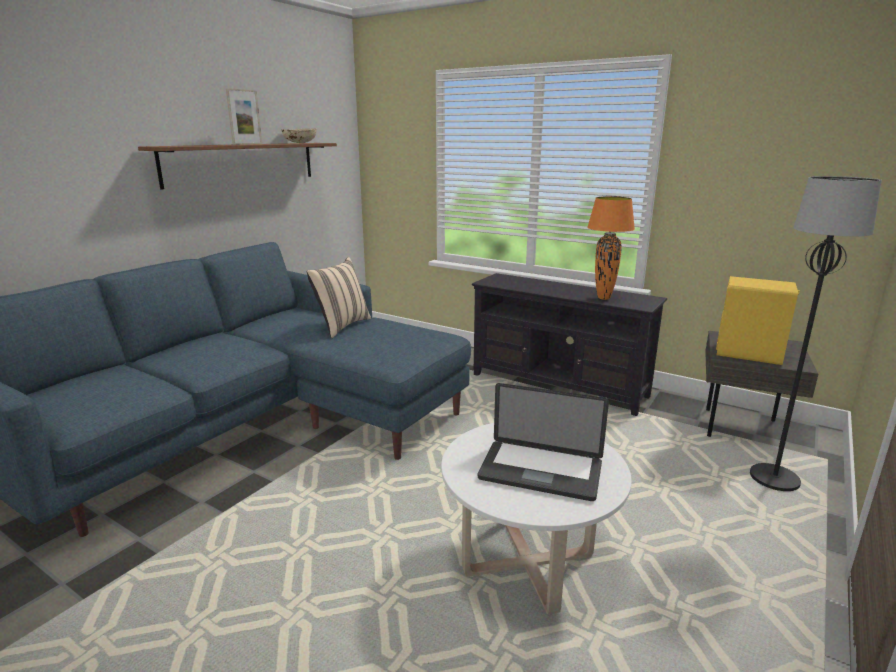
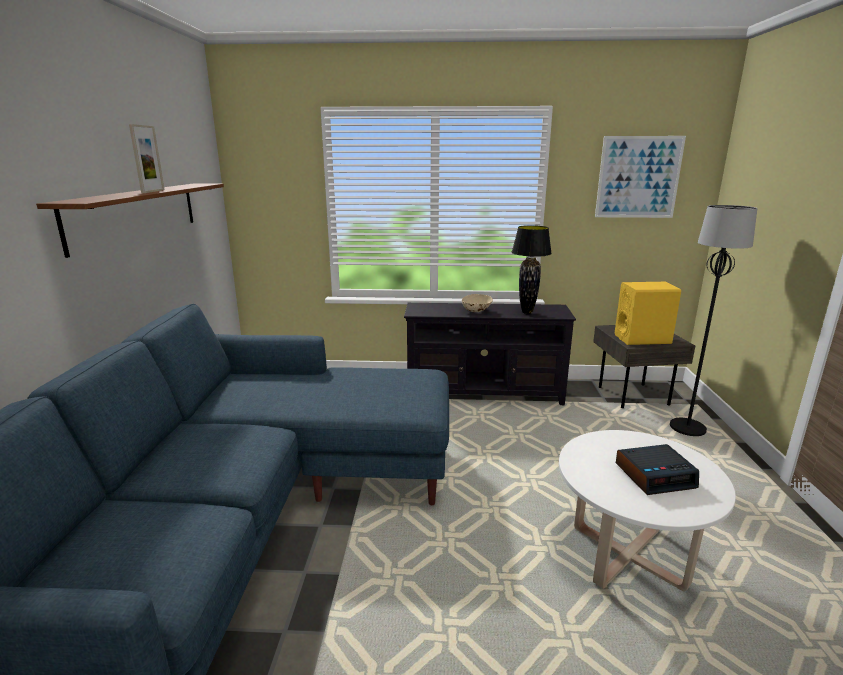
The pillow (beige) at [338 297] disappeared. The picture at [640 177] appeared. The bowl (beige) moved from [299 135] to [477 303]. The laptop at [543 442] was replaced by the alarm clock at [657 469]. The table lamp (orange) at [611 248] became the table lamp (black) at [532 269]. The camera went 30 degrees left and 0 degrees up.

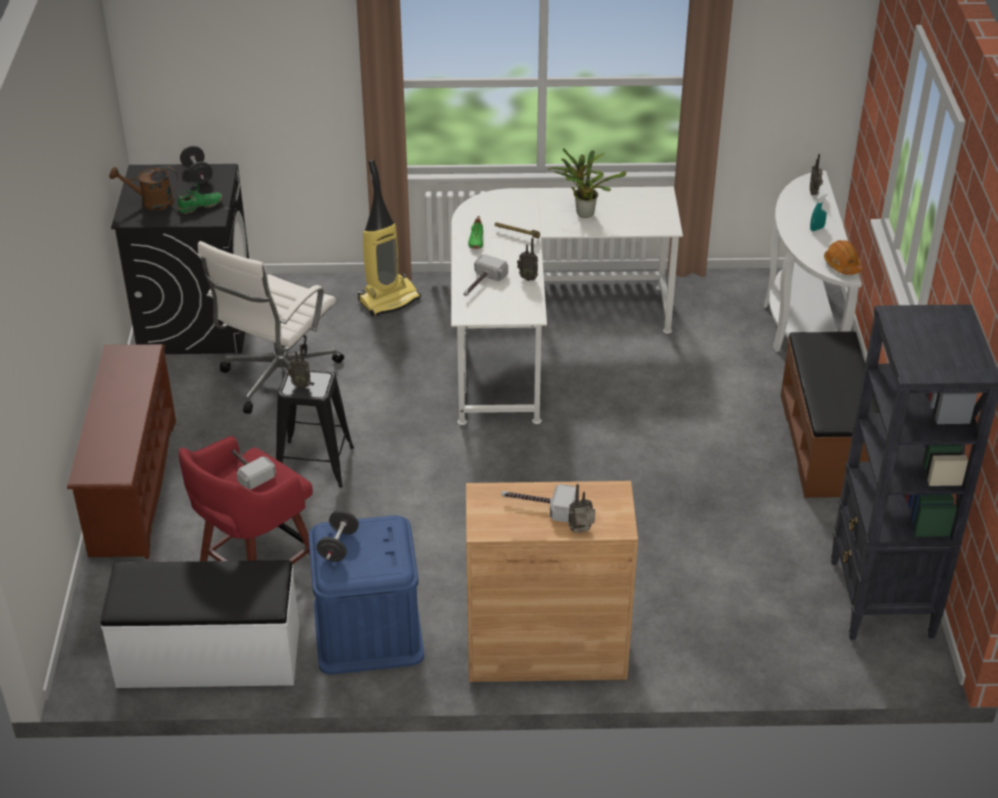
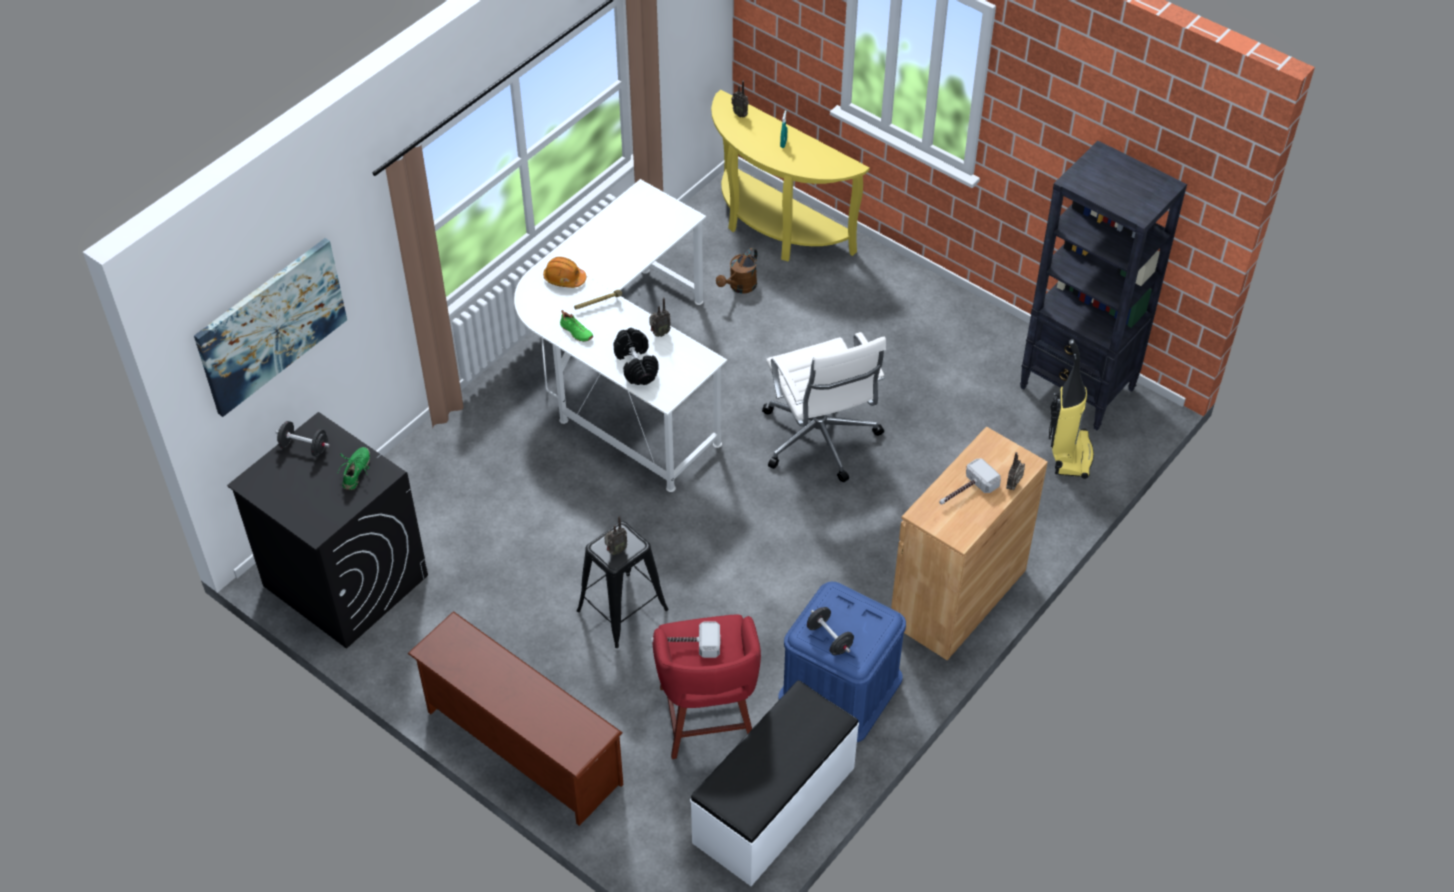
The potted plant at [587 183] disappeared. The bench (brown) at [830 414] disappeared. The picture at [270 327] appeared. The watering can (brown) moved from [143 188] to [736 271]. The office chair (white) moved from [271 327] to [824 407]. The vacuum cleaner moved from [389 238] to [1071 409]. The hard hat (orange) moved from [843 257] to [564 272]. The hammer at [485 275] was replaced by the dumbbell (black) at [636 356]. The console table (white) at [812 261] became the console table (yellow) at [790 176]. The camera went 50 degrees left and 10 degrees up.

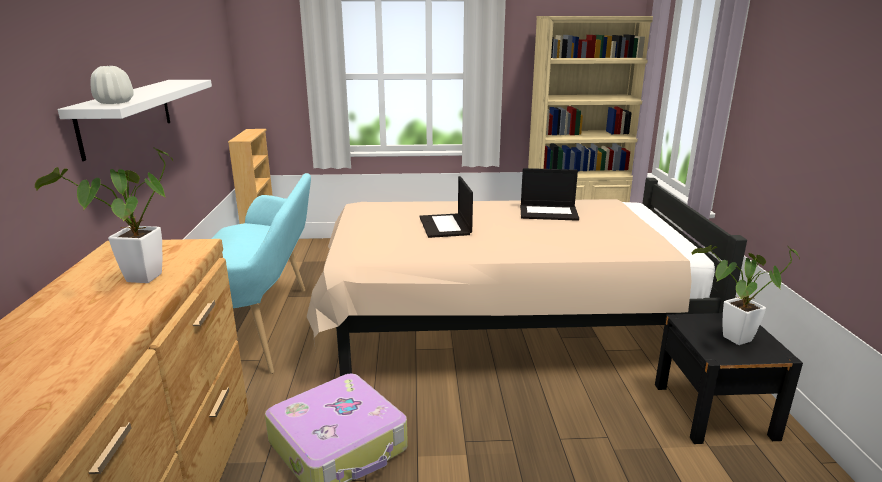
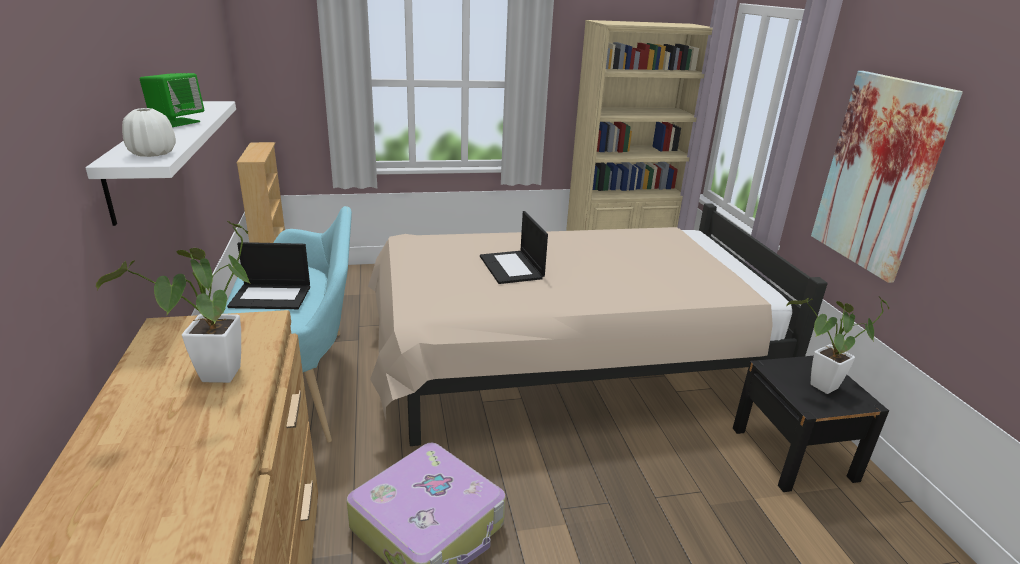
The speaker (green) at [172 100] appeared. The picture at [887 177] appeared. The laptop moved from [549 194] to [268 275]. The camera went 10 degrees left and 5 degrees up.

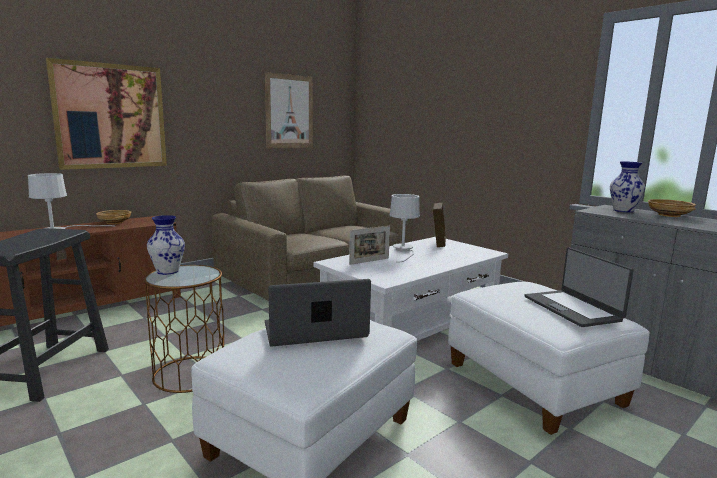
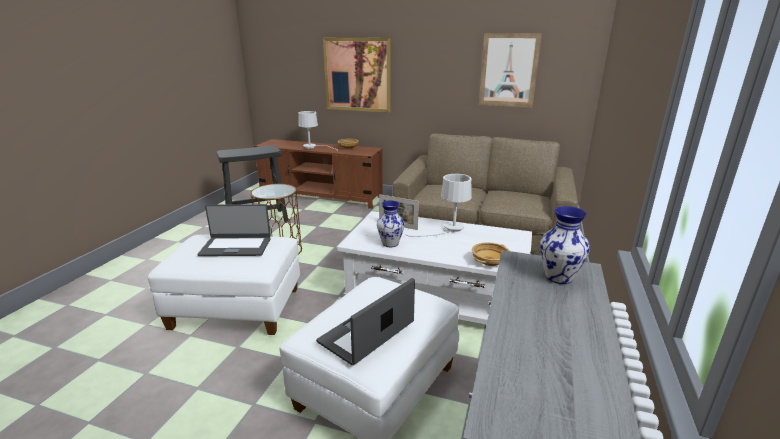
The picture frame at [439 225] disappeared. The vase moved from [166 245] to [391 224]. The bowl (beige) moved from [672 208] to [491 254]. The laptop at [318 313] turned 135 degrees clockwise. The camera went 60 degrees right and 10 degrees up.

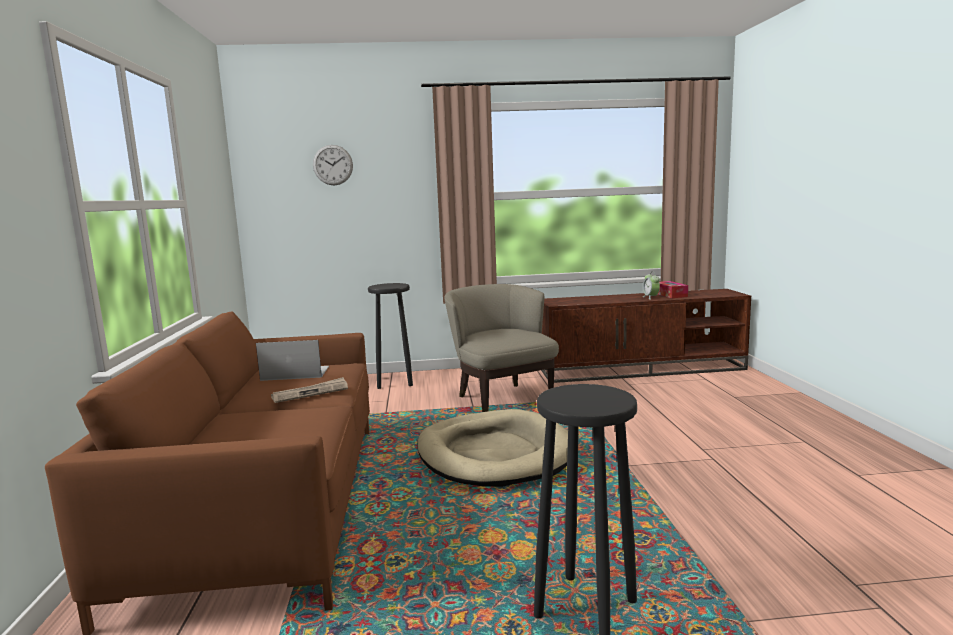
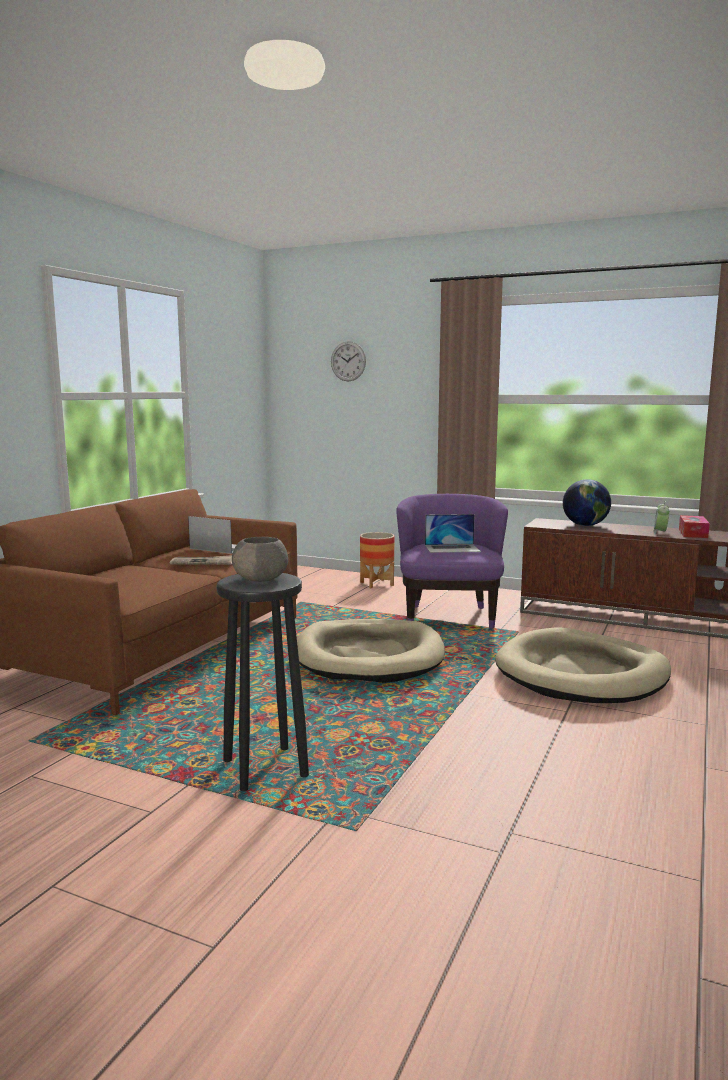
The bowl (grey) at [260 559] appeared. The laptop at [453 533] appeared. The dog bed (beige) at [583 665] appeared. The globe at [587 502] appeared. The stool (black) at [390 336] was replaced by the planter at [377 560]. The armchair (beige) at [501 348] became the armchair (purple) at [452 561]. The camera went 30 degrees right and 0 degrees up.

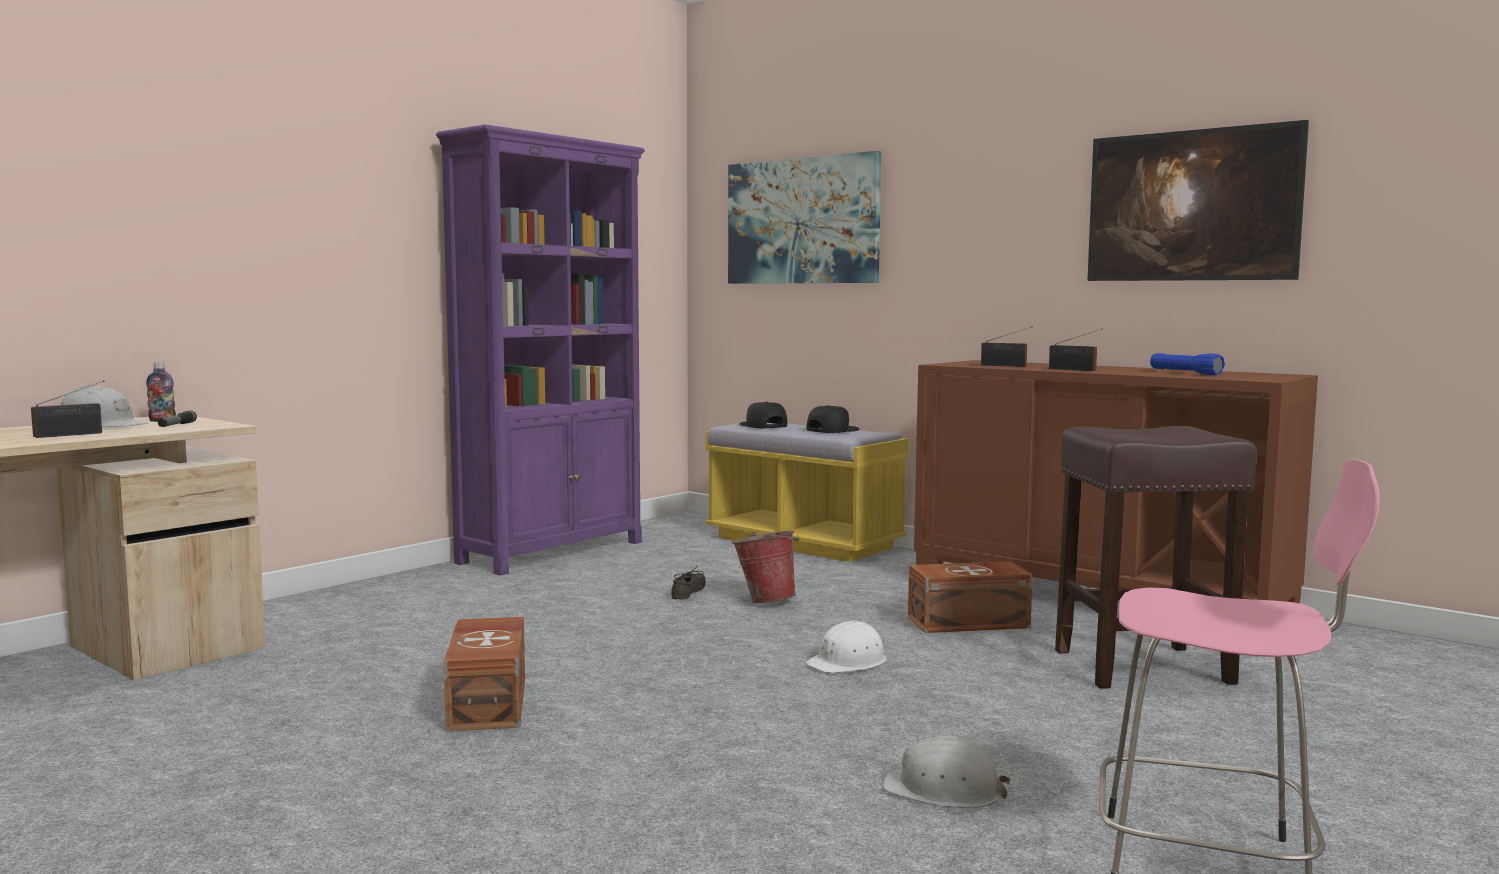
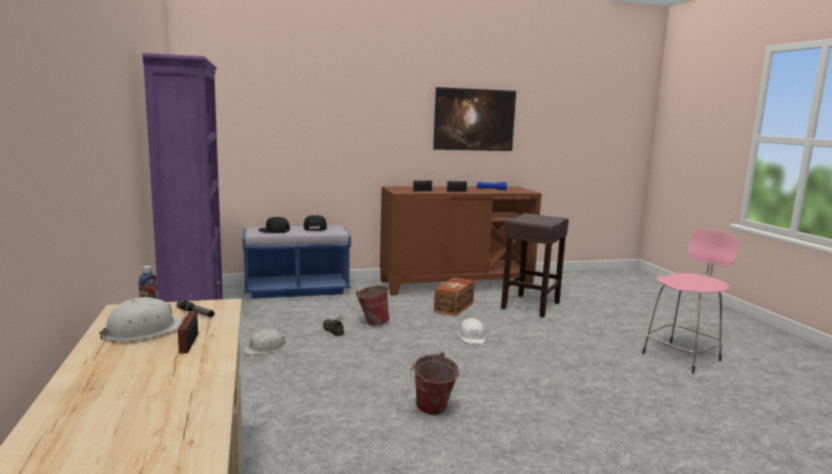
The picture at [804 217] disappeared. The hard hat (white) moved from [946 772] to [263 341]. The storage box (brown) at [484 674] was replaced by the bucket at [434 384]. The bench (yellow) at [807 492] became the bench (blue) at [297 262]. The camera went 55 degrees left and 5 degrees up.

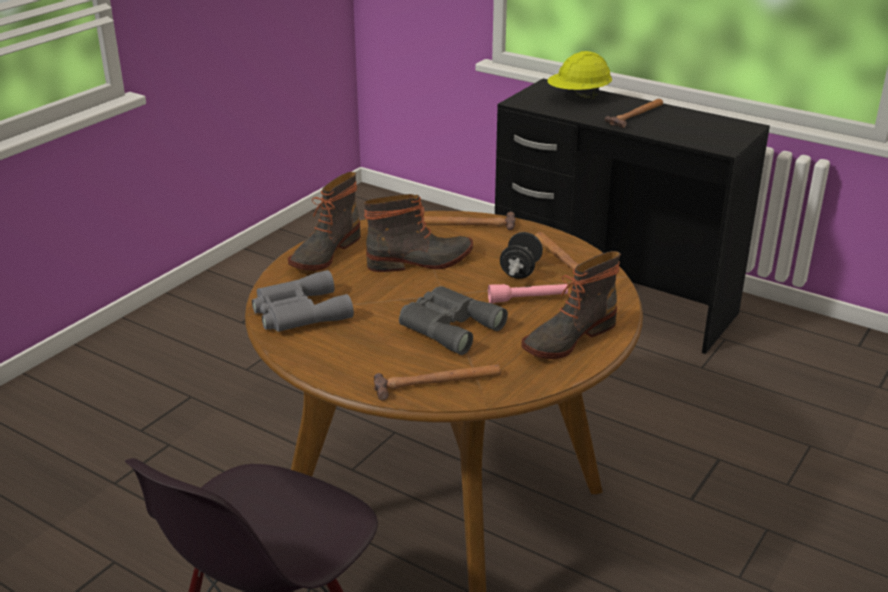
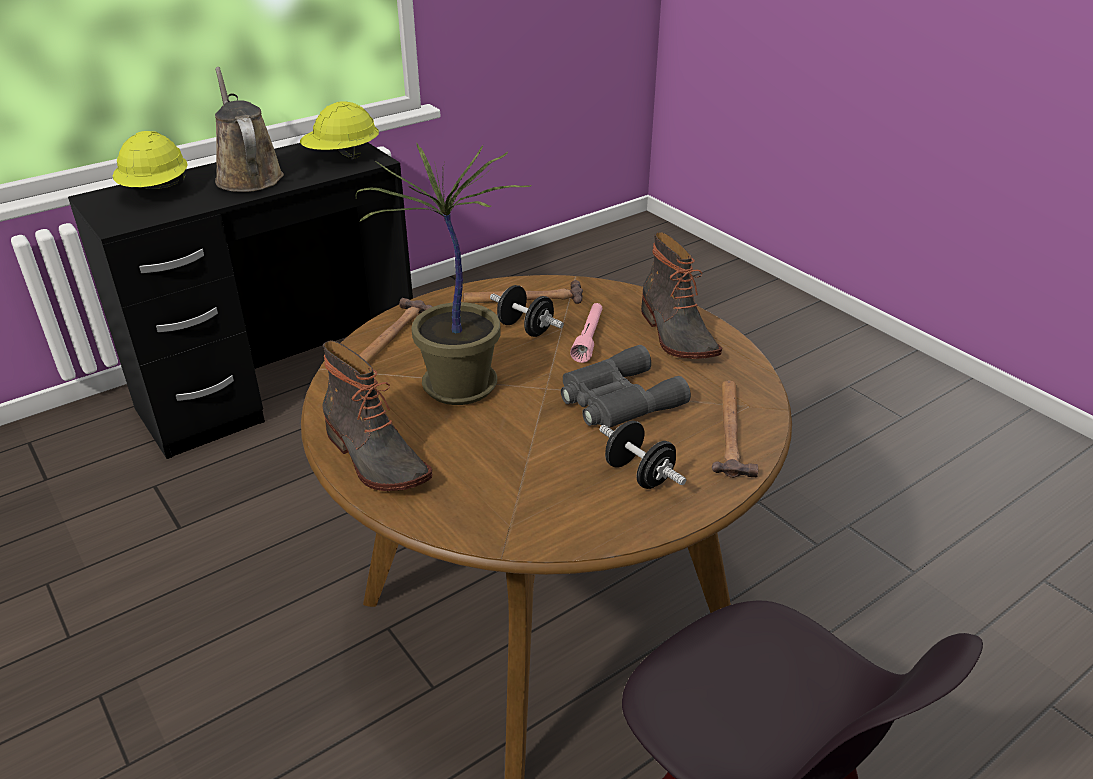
The binoculars (grey) at [303 301] disappeared. The hard hat (yellow) at [339 130] appeared. The dumbbell (black) at [642 455] appeared. The boot at [418 233] was replaced by the potted plant at [443 273]. The hammer at [634 113] was replaced by the watering can (brown) at [249 129]. The camera went 70 degrees left and 5 degrees up.

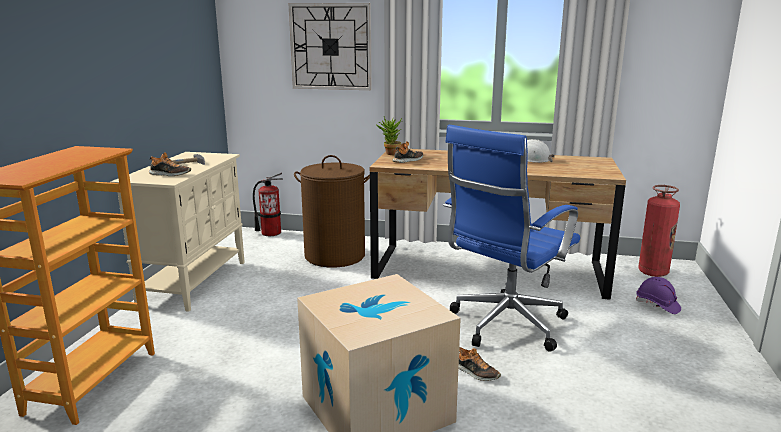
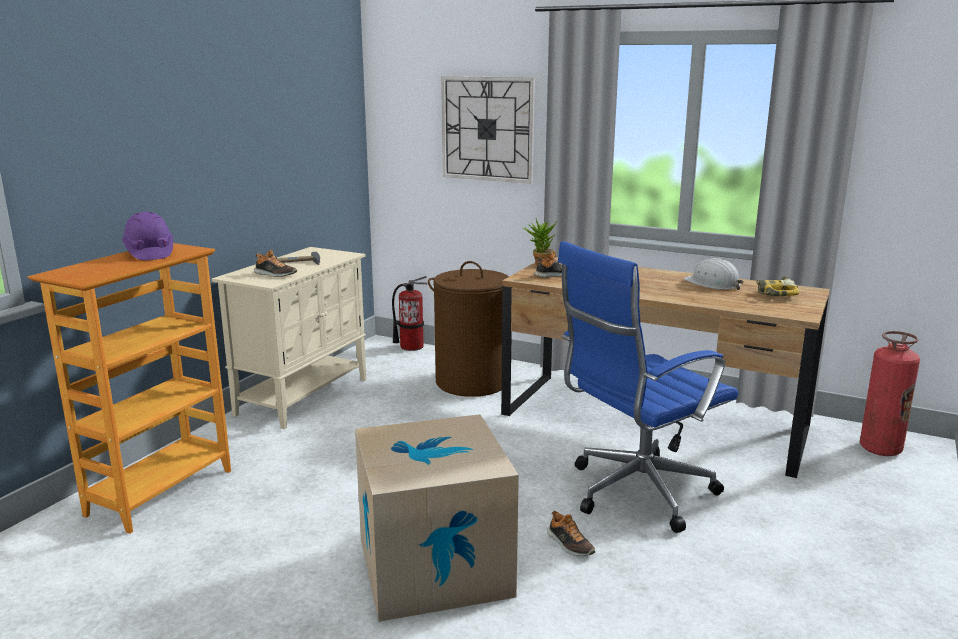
The power drill at [777 286] appeared. The hard hat (purple) moved from [658 295] to [147 236]. The camera went 15 degrees right and 0 degrees up.

